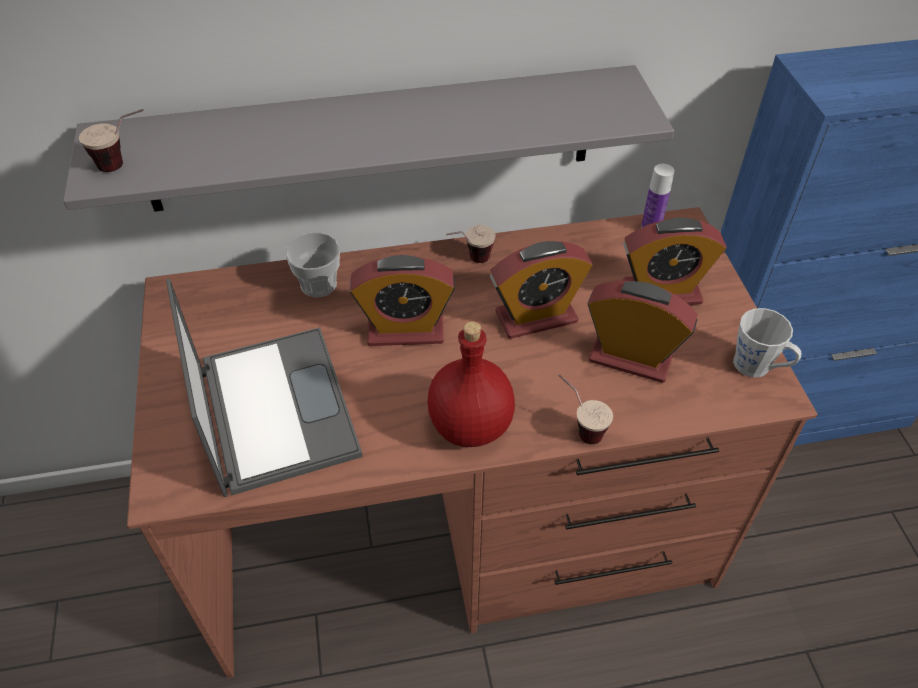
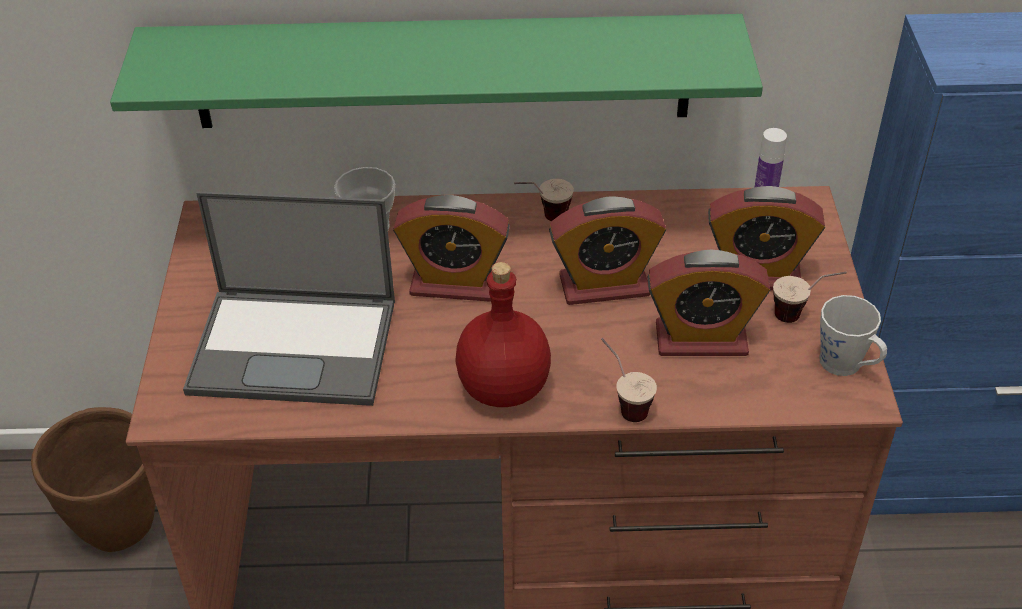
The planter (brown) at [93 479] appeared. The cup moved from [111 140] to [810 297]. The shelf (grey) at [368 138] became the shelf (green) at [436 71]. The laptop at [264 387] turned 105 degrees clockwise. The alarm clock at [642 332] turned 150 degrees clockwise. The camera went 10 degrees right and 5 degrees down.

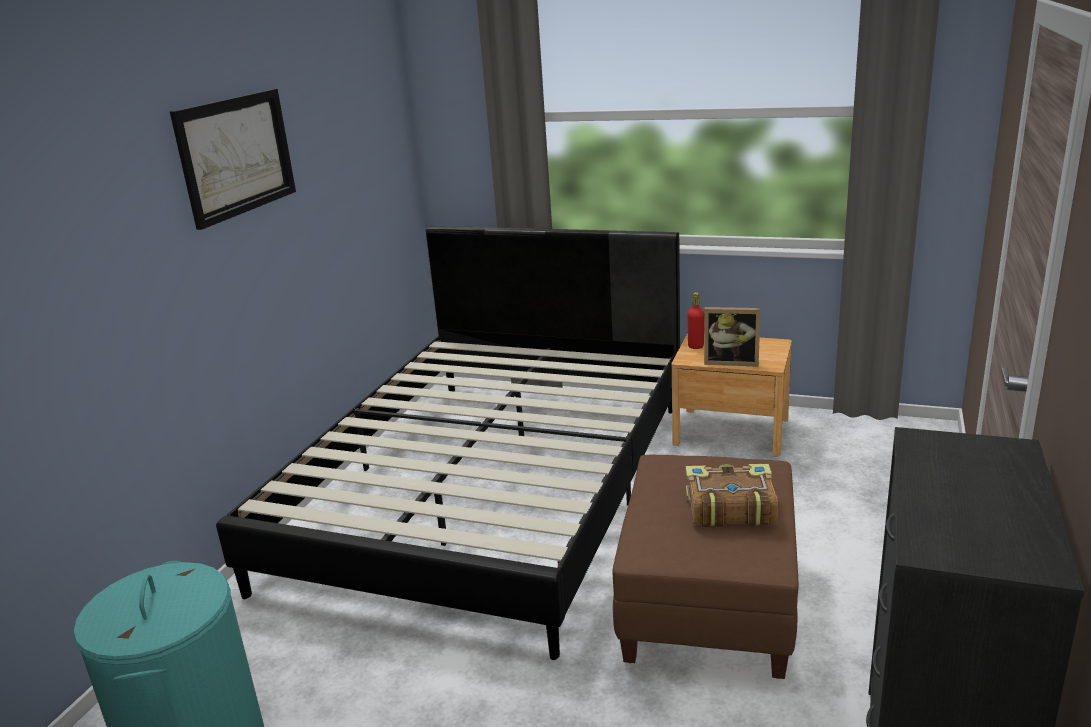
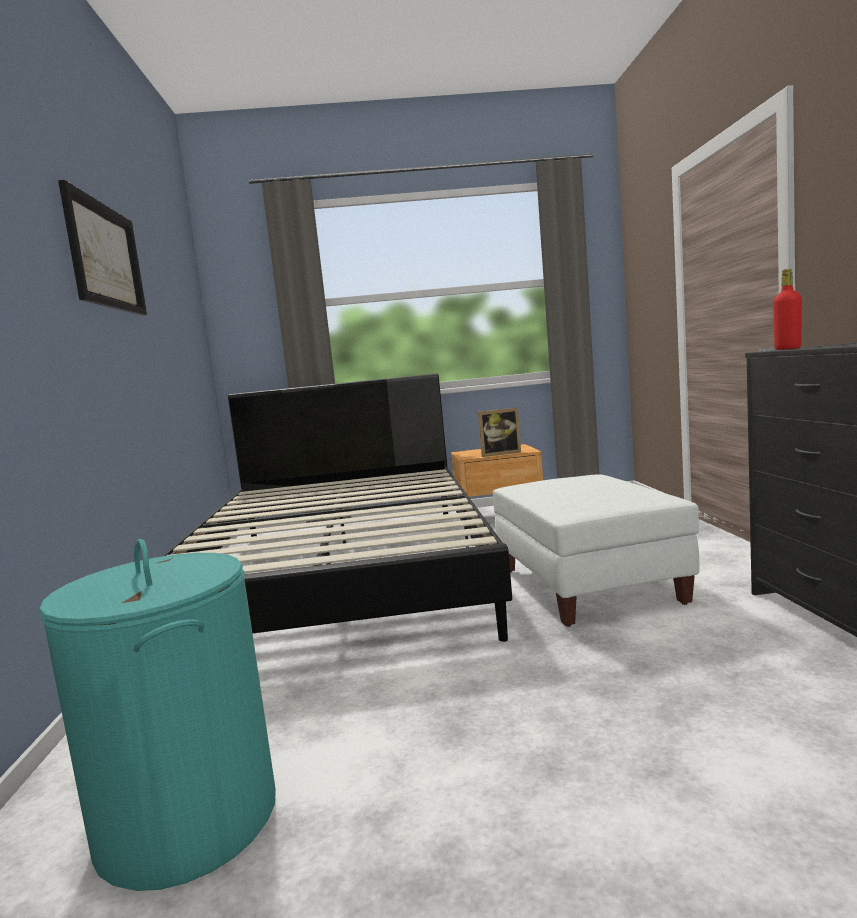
The book at [732 495] disappeared. The bottle (red) moved from [695 320] to [787 309]. The ottoman (brown) at [705 567] became the ottoman (white) at [596 550]. The camera went 25 degrees left and 15 degrees down.

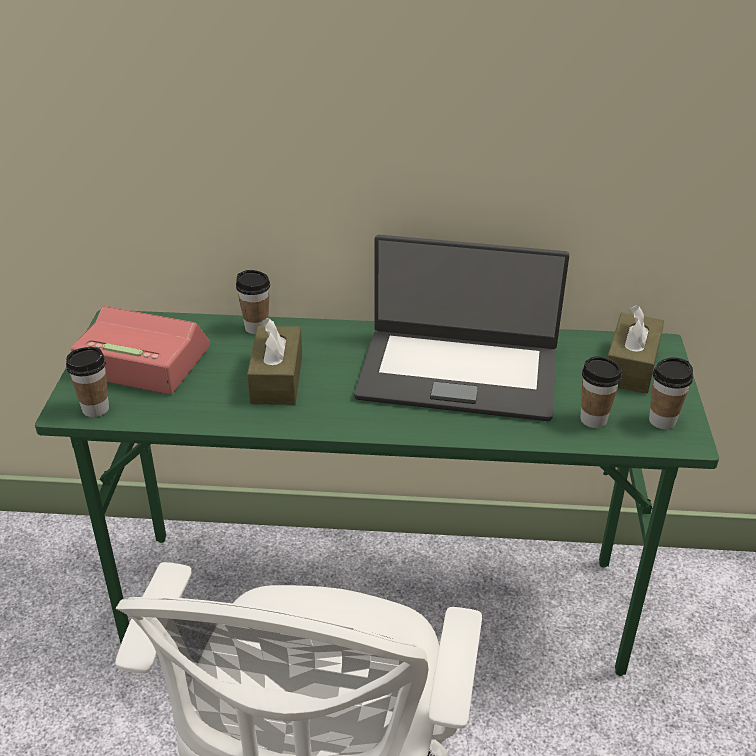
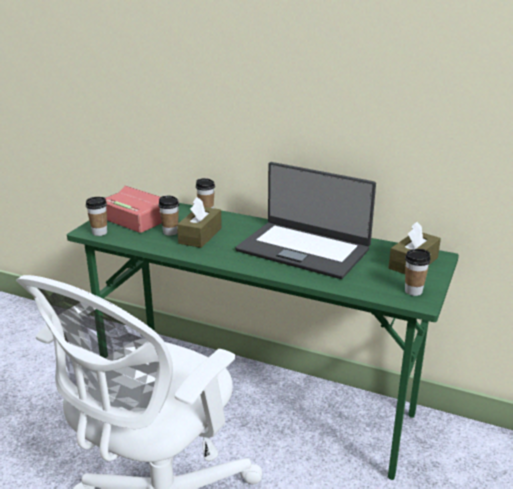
The cup moved from [601 392] to [168 215]. The camera went 20 degrees right and 10 degrees down.

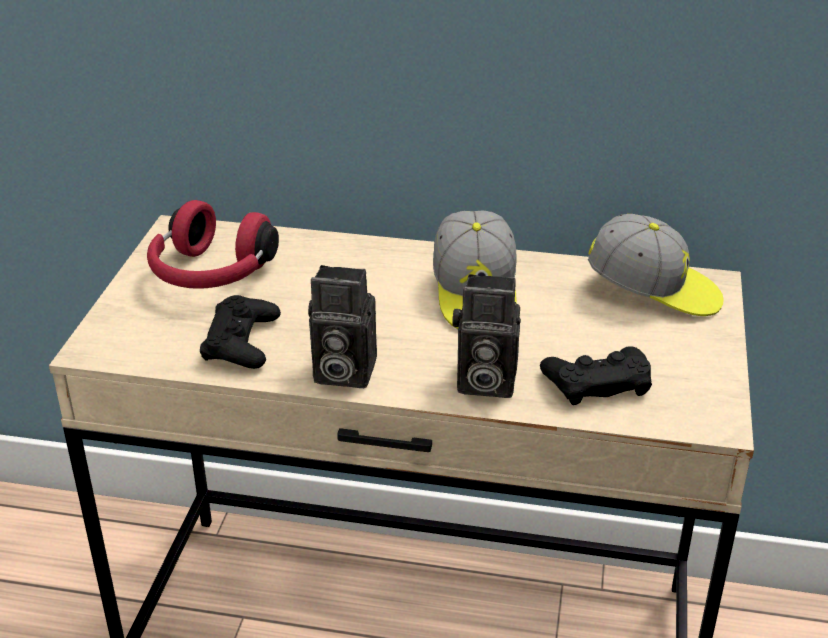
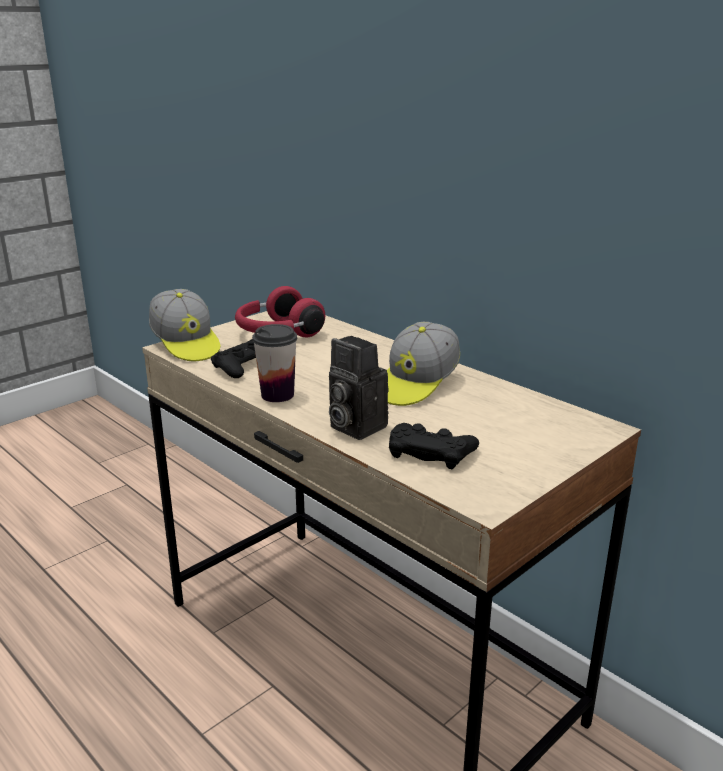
The cap moved from [656 265] to [184 325]. The photo camera at [342 326] was replaced by the cup at [274 363]. The camera went 35 degrees right and 10 degrees down.

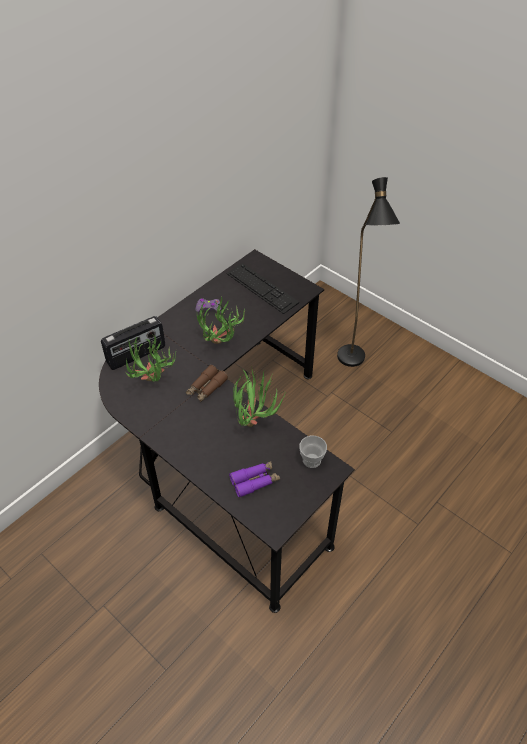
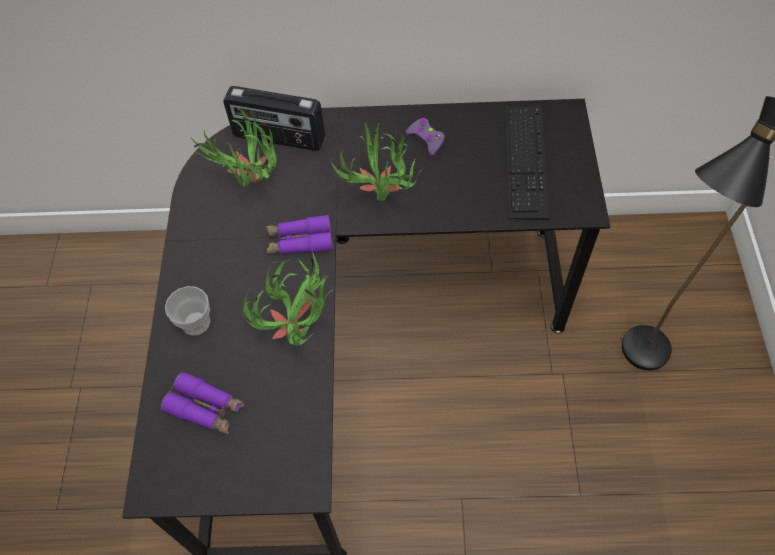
The cup moved from [313 451] to [187 311]. The binoculars (brown) at [207 383] became the binoculars (purple) at [299 234]. The camera went 50 degrees right and 10 degrees up.

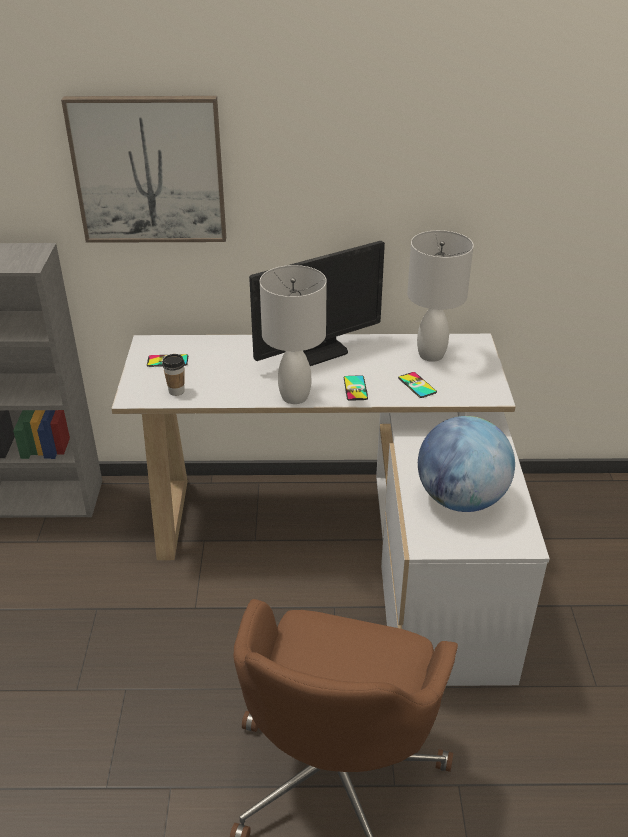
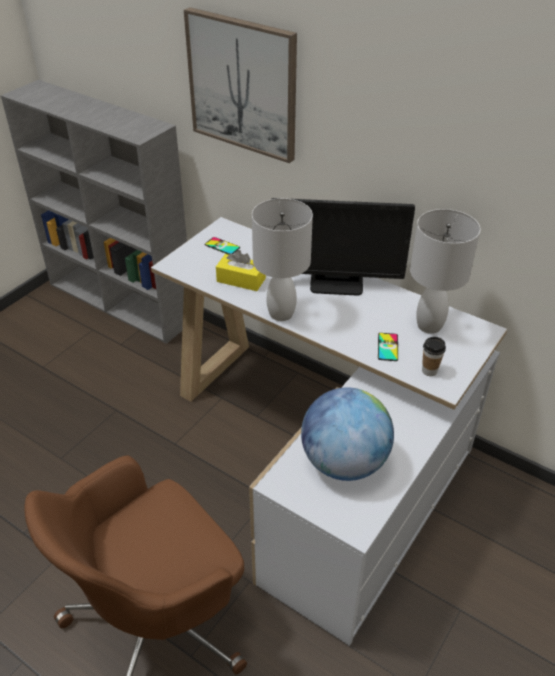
The phone at [356 388] disappeared. The tissue box (yellow) at [241 270] appeared. The cup moved from [173 375] to [434 356]. The camera went 35 degrees right and 5 degrees up.

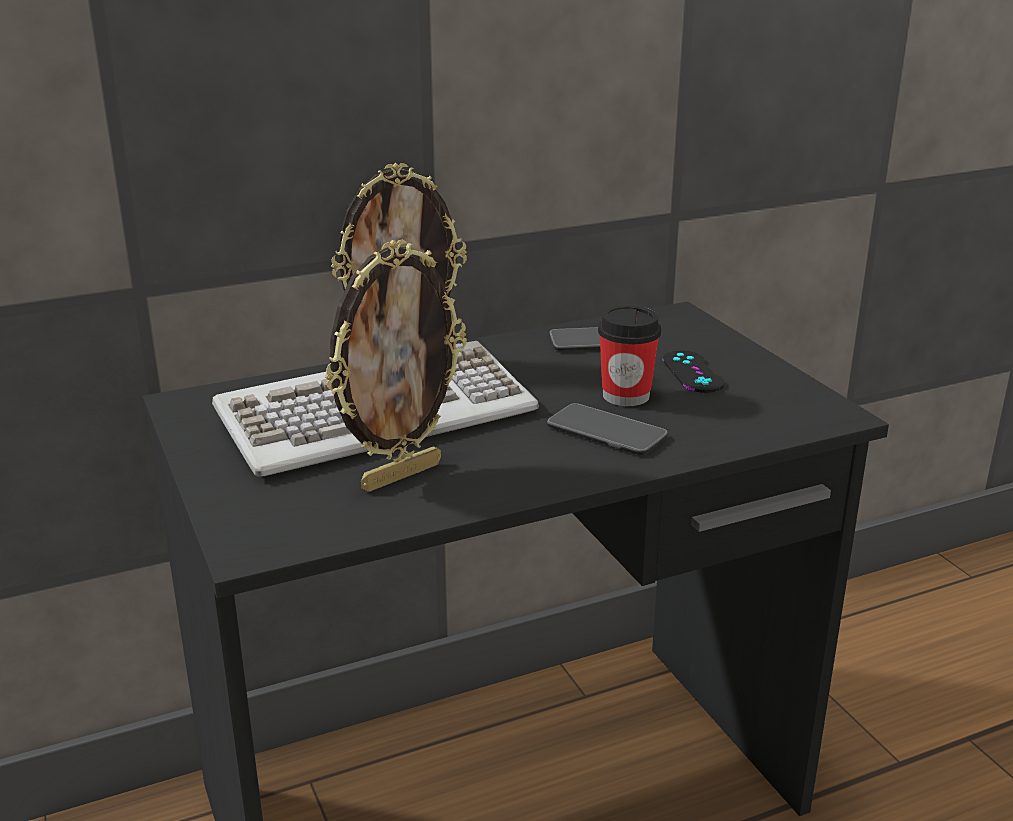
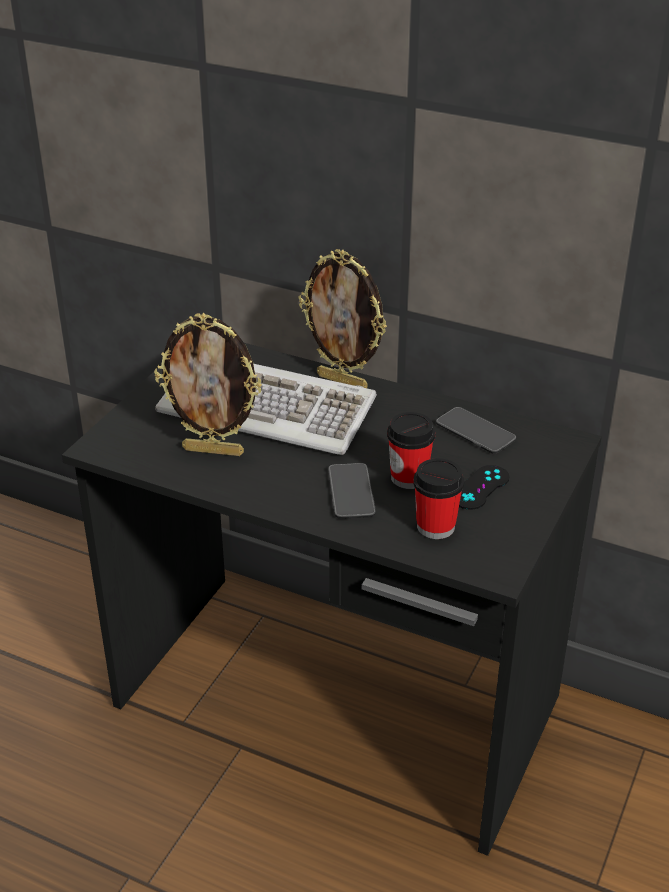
The cup at [438 498] appeared. The camera went 50 degrees right and 10 degrees up.

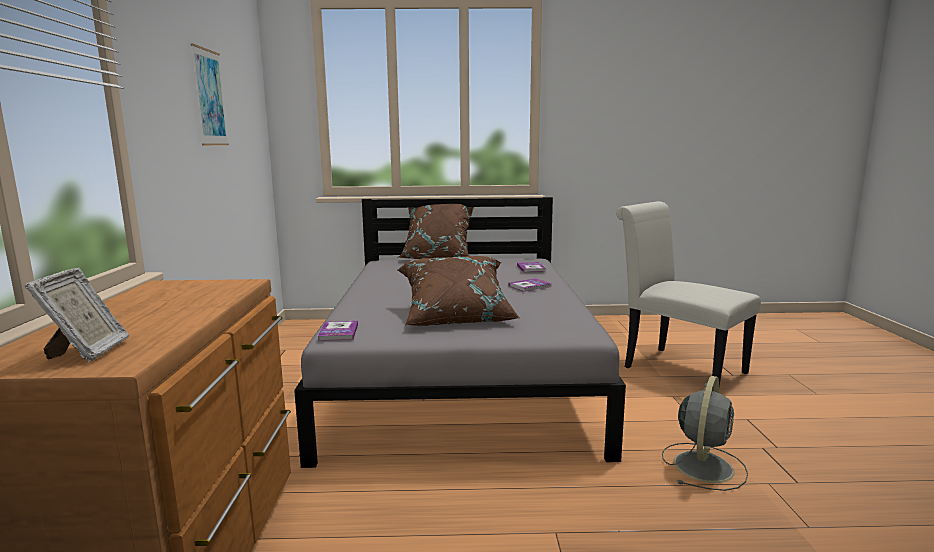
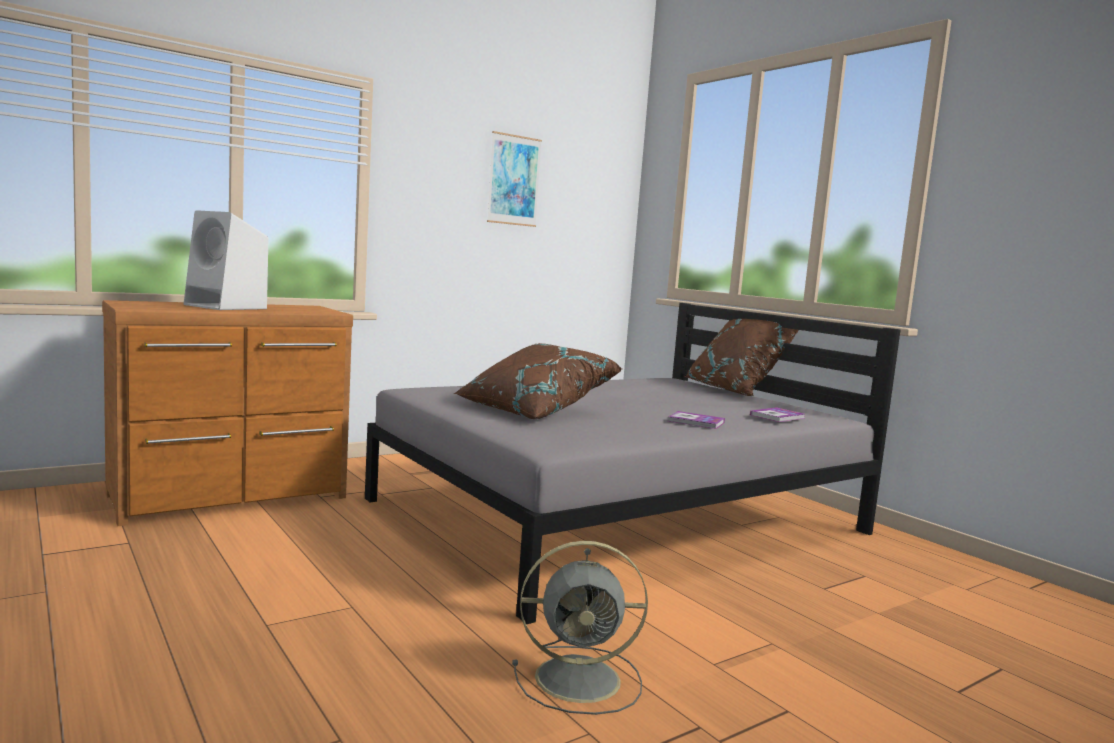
The picture frame at [77 314] disappeared. The book at [338 331] disappeared. The chair (white) at [688 295] disappeared. The speaker (white) at [226 260] appeared. The camera went 55 degrees right and 5 degrees down.

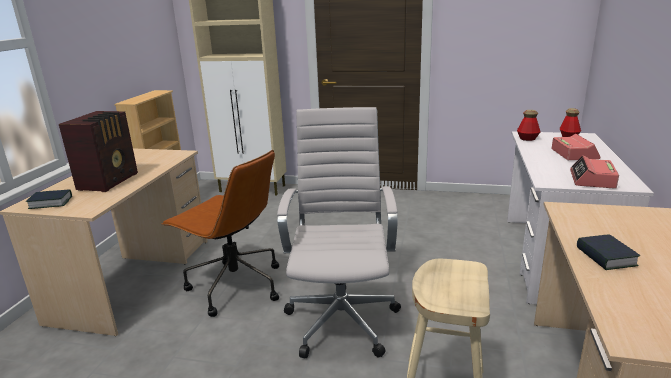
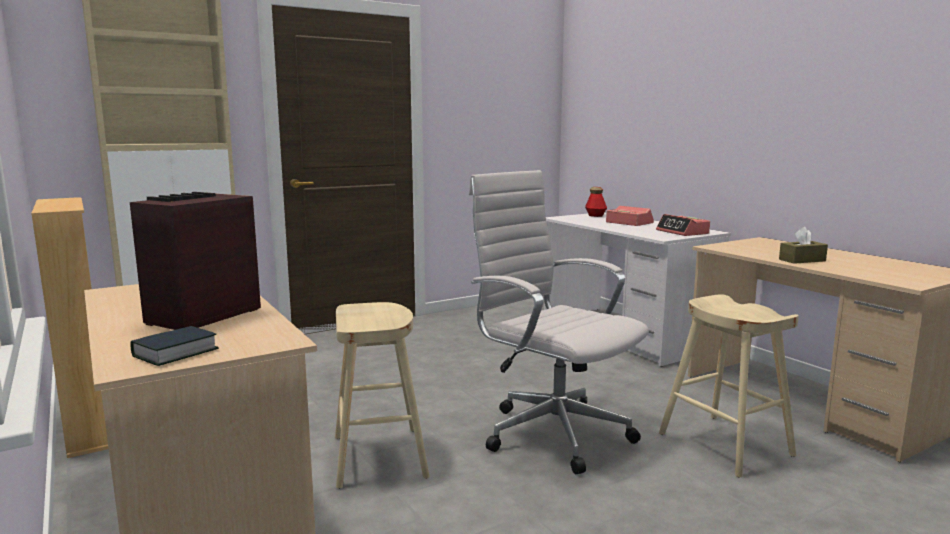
The bottle at [528 125] disappeared. The office chair (brown) at [220 233] was replaced by the stool (beige) at [382 395]. The book at [608 252] was replaced by the tissue box (brown) at [803 245]. The radio at [98 151] turned 120 degrees counterclockwise. The camera went 45 degrees left and 10 degrees down.

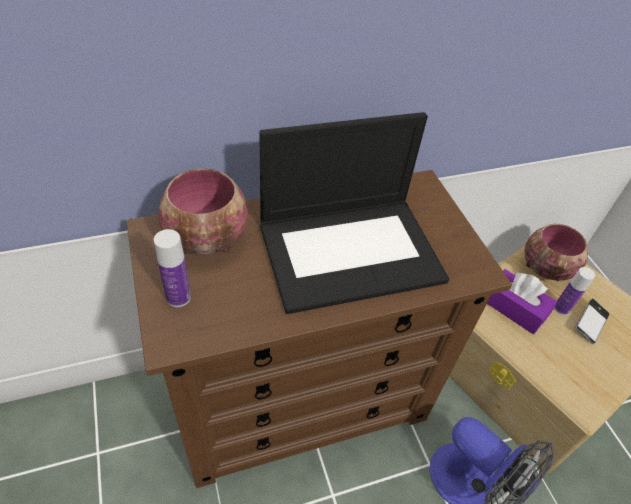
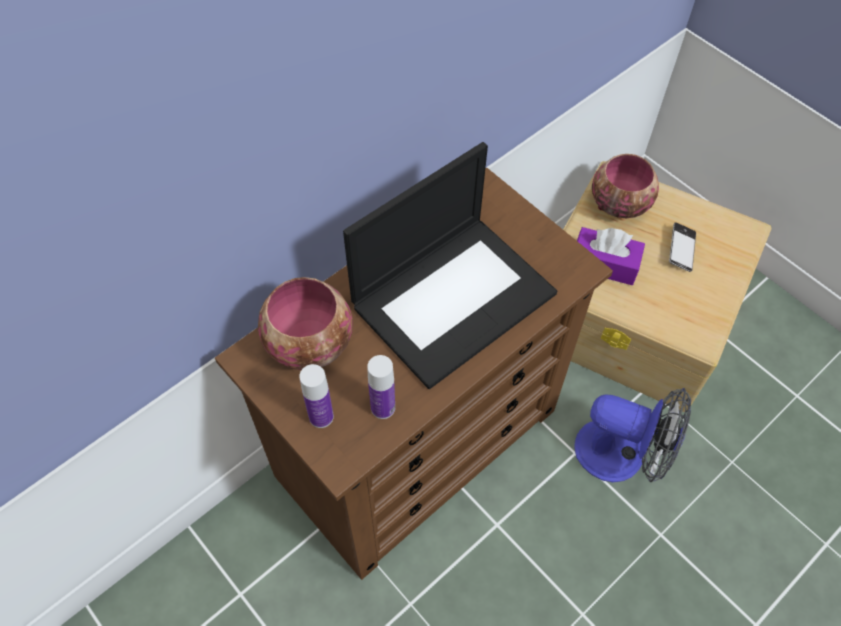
The bottle moved from [574 291] to [381 387]. The camera went 20 degrees left and 10 degrees up.

